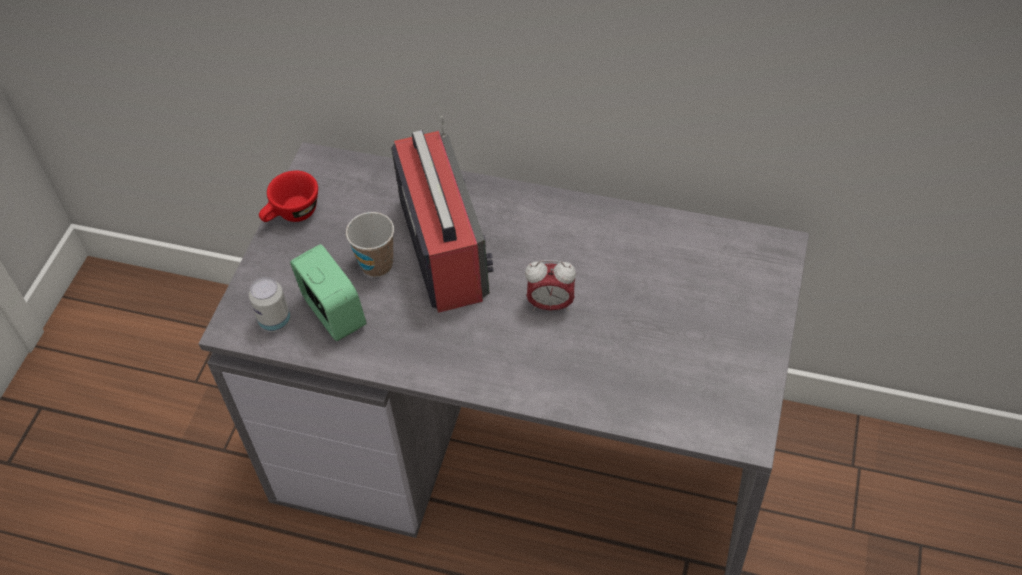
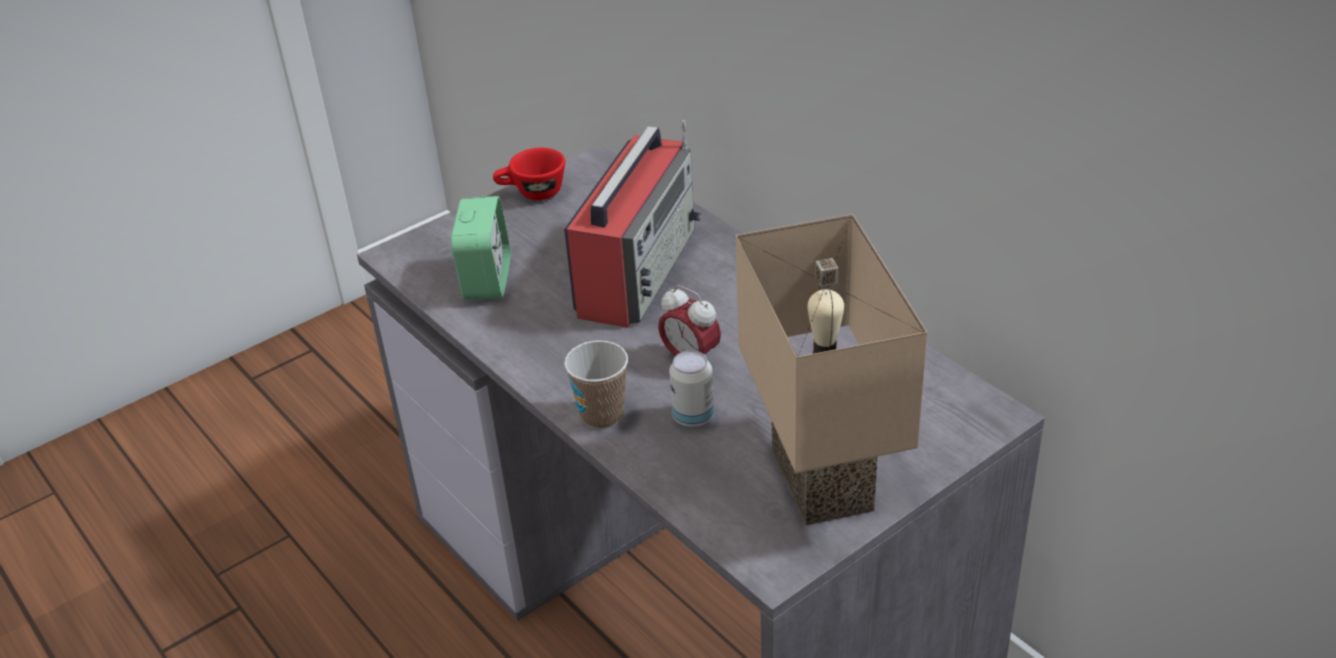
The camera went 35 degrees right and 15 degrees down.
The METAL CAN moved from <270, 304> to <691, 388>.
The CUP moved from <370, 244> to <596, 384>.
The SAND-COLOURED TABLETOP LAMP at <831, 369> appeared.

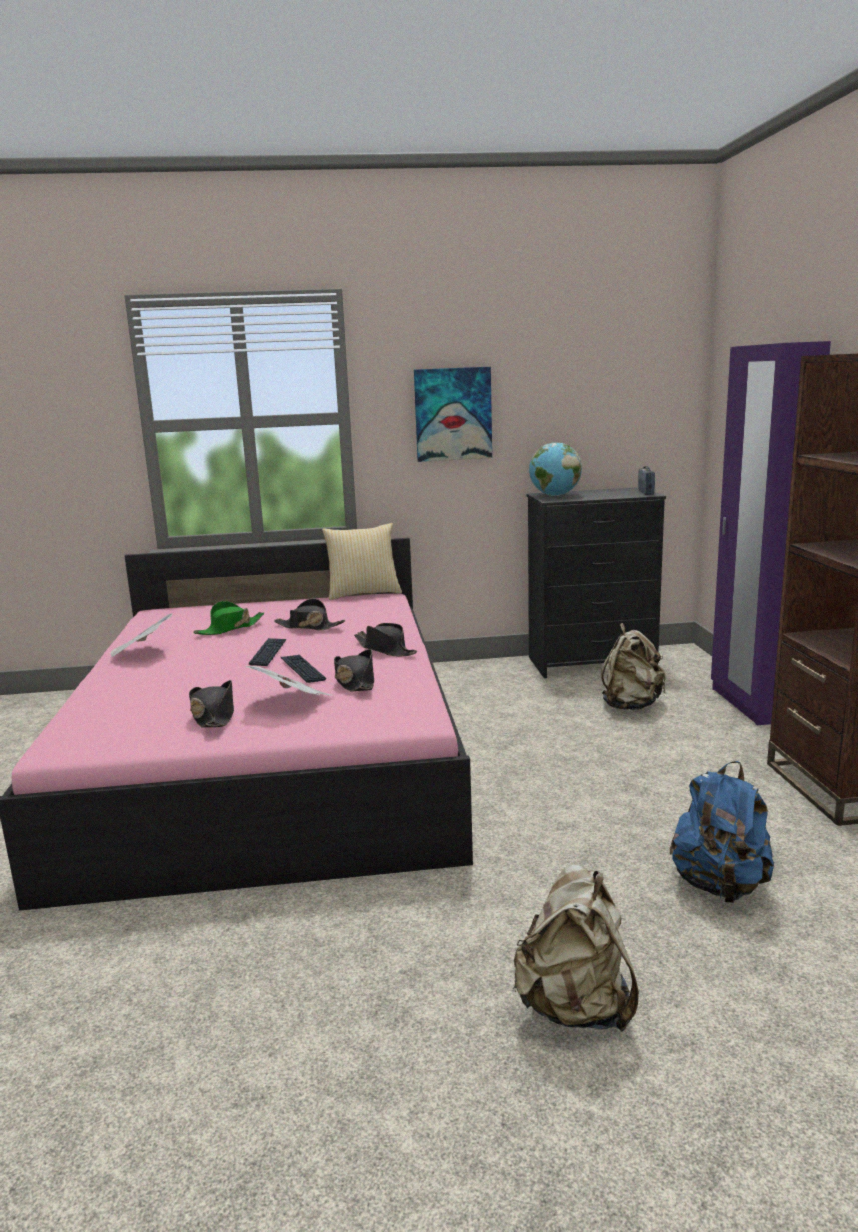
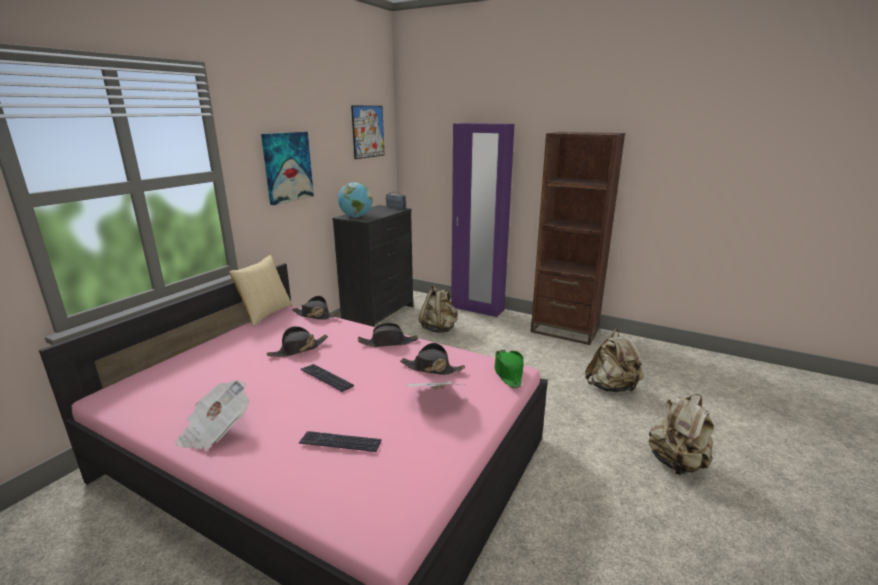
The camera went 55 degrees left and 5 degrees up.
The BLACK HAT moved from <211, 704> to <316, 308>.
The GREEN-COLOURED HAT moved from <229, 618> to <509, 369>.
The KEYBOARD moved from <303, 669> to <340, 441>.
The BLUE-COLOURED RUCKSACK at <722, 832> became the SAND-COLOURED RUCKSACK at <614, 360>.
The PICTURE at <368, 132> appeared.

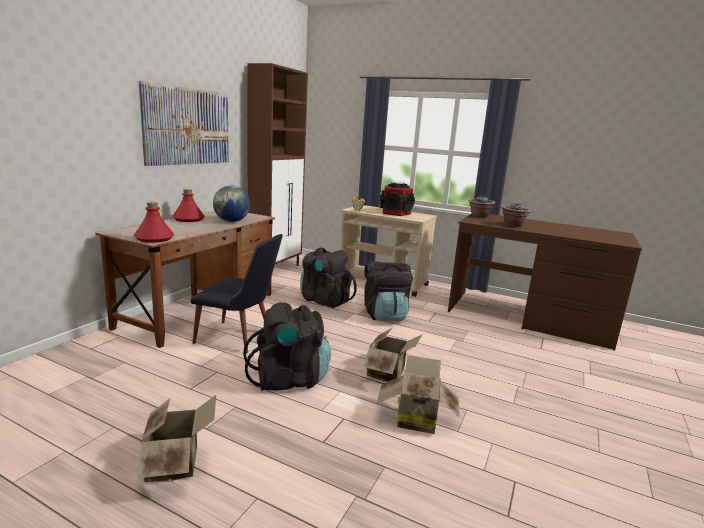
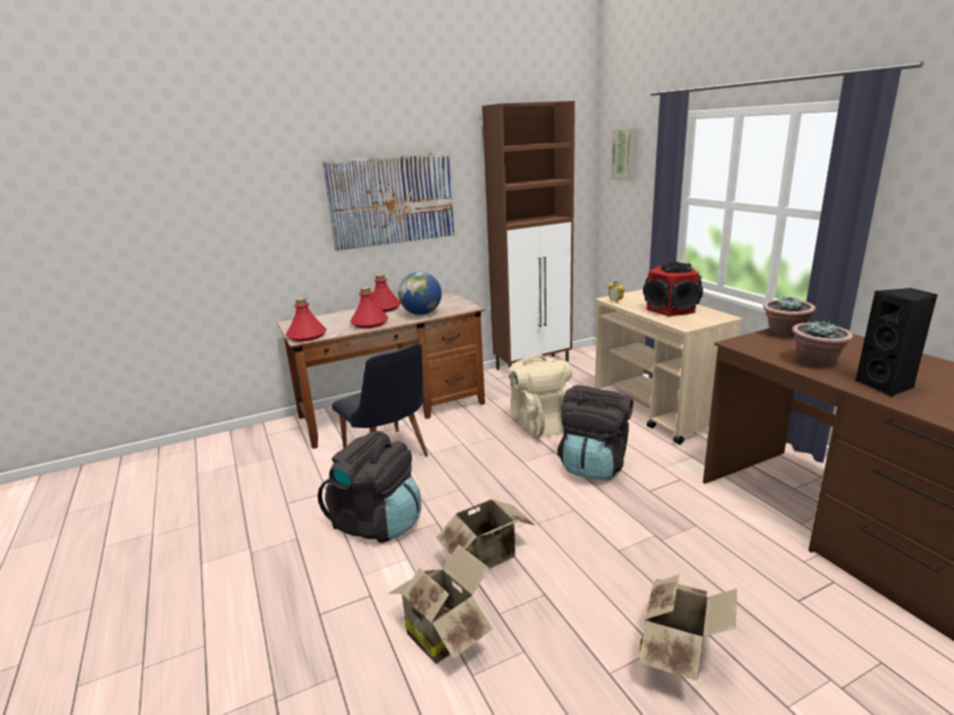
The camera went 40 degrees right and 5 degrees up.
The CARDBOARD BOX moved from <176, 438> to <688, 627>.
The BLACK RUCKSACK at <328, 278> became the SAND-COLOURED RUCKSACK at <540, 396>.
The RED-COLOURED DRINK BOTTLE at <369, 307> appeared.
The PICTURE at <624, 154> appeared.
The BLACK SPEAKER at <896, 342> appeared.

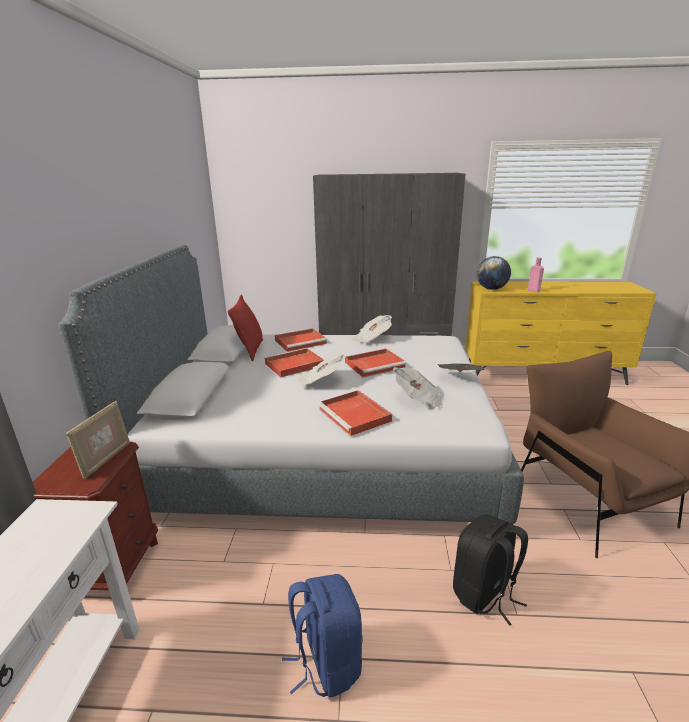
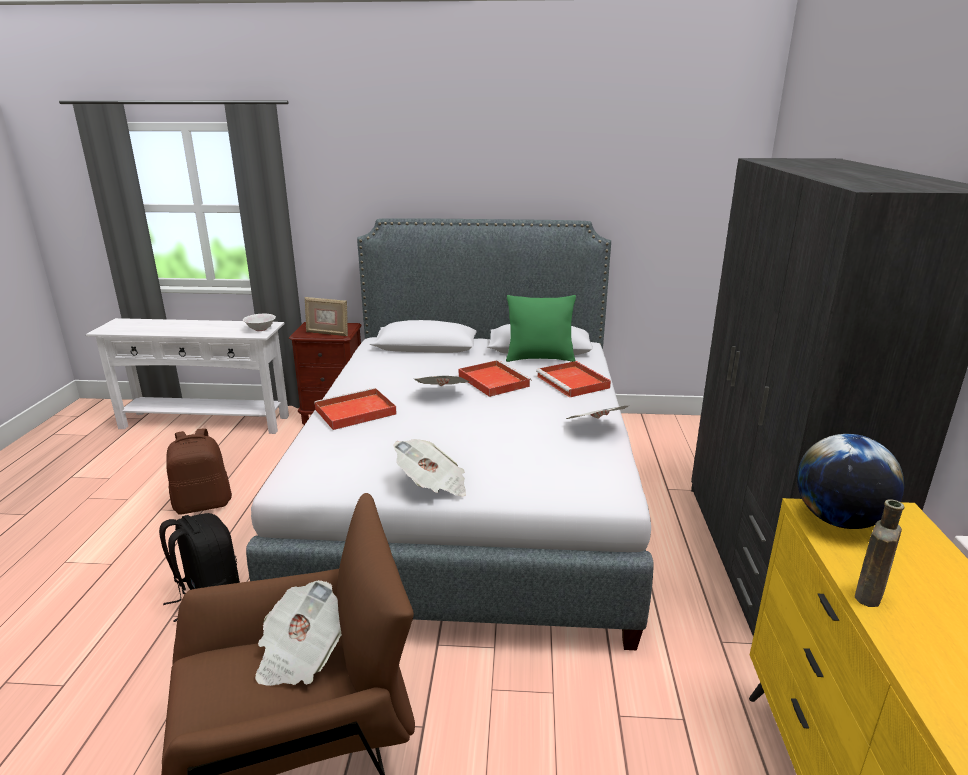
The camera went 90 degrees right and 0 degrees up.
The RED-COLOURED CUSHION at <245, 328> became the GREEN-COLOURED CUSHION at <541, 328>.
The BLUE-COLOURED RUCKSACK at <322, 635> became the BROWN RUCKSACK at <199, 471>.
The RED-COLOURED SERVING TRAY at <376, 363> disappeared.
The NEWSPAPER moved from <418, 387> to <298, 633>.
The PINK DRINK BOTTLE at <535, 274> became the BROWN DRINK BOTTLE at <879, 553>.
The WHITISH DEEP DISH at <259, 322> appeared.

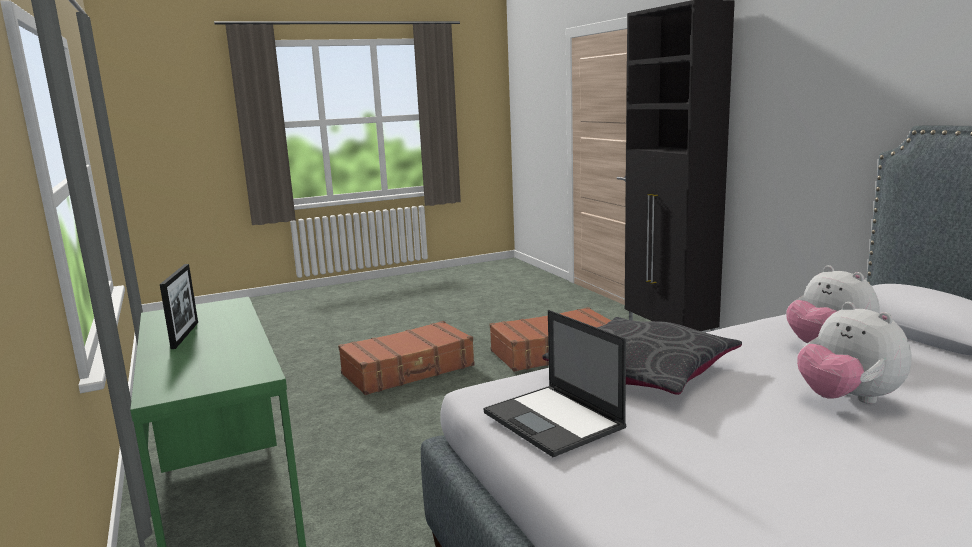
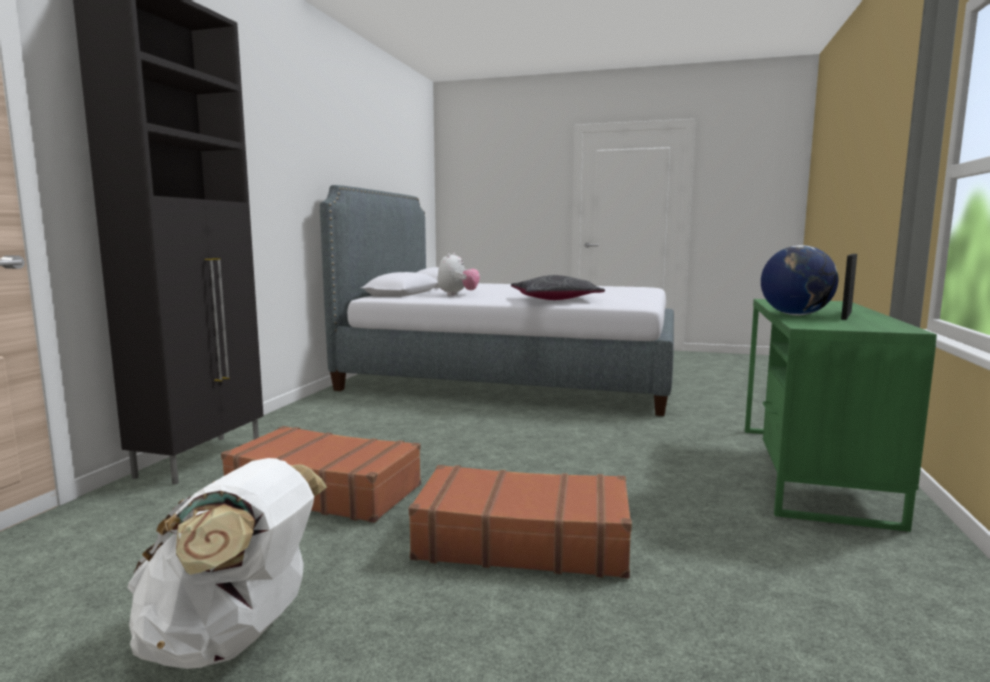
The camera went 140 degrees left and 5 degrees down.
The NOTEBOOK COMPUTER at <555, 383> disappeared.
The SOFT TOY at <854, 353> disappeared.
The WHITISH RUCKSACK at <227, 563> appeared.
The DESK GLOBE at <800, 280> appeared.

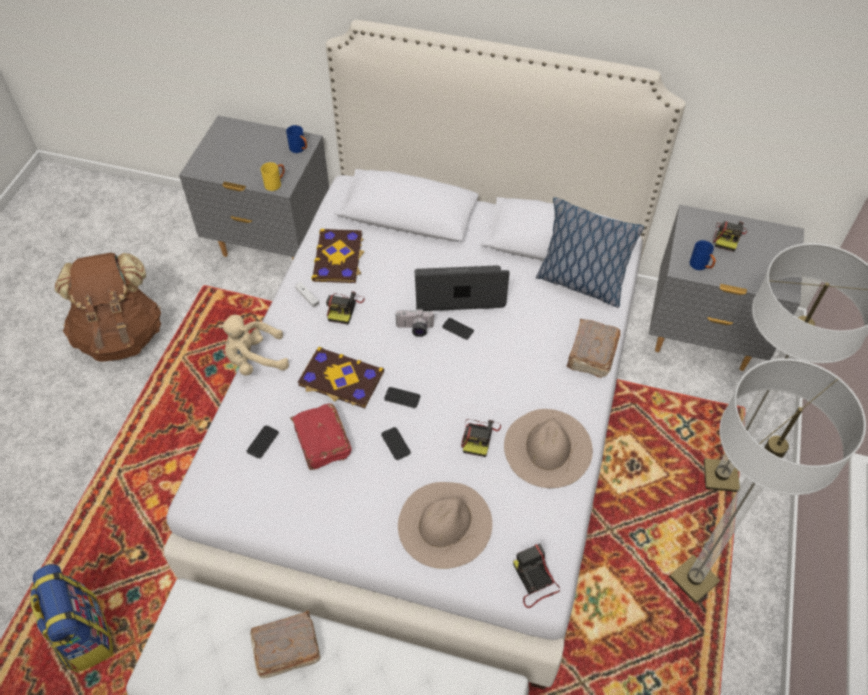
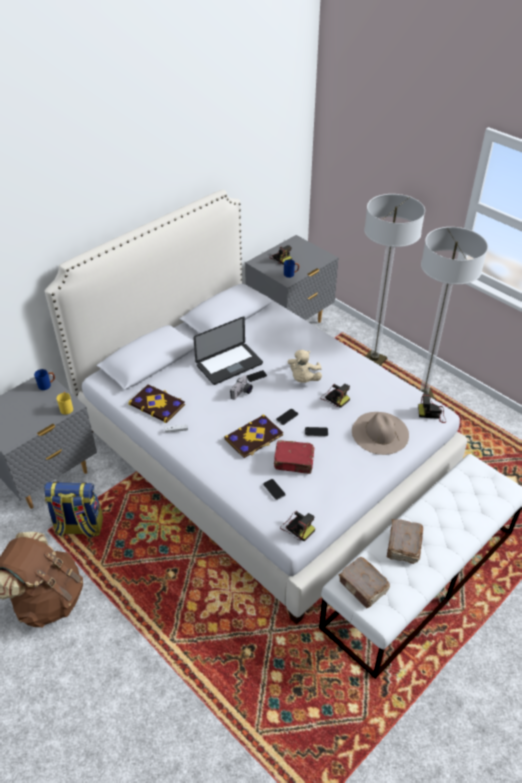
The camera went 60 degrees left and 10 degrees down.
The RUCKSACK moved from <71, 618> to <73, 510>.
The SAND-COLOURED SOFT TOY moved from <253, 345> to <305, 366>.
The PHOTO CAMERA moved from <345, 307> to <298, 526>.
The NOTEBOOK COMPUTER at <462, 288> turned 150 degrees counterclockwise.
The SAND-COLOURED HAT at <548, 448> disappeared.
The CUSHION at <590, 252> disappeared.
The BROWN BOUND BOOK moved from <593, 348> to <364, 582>.

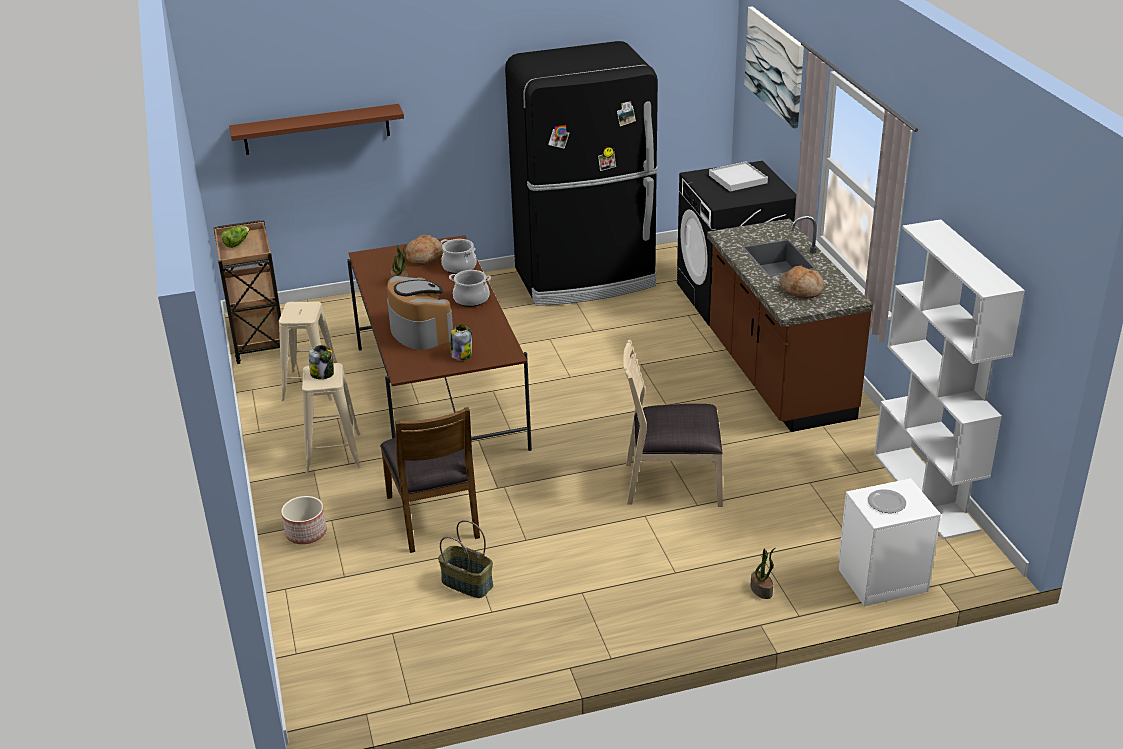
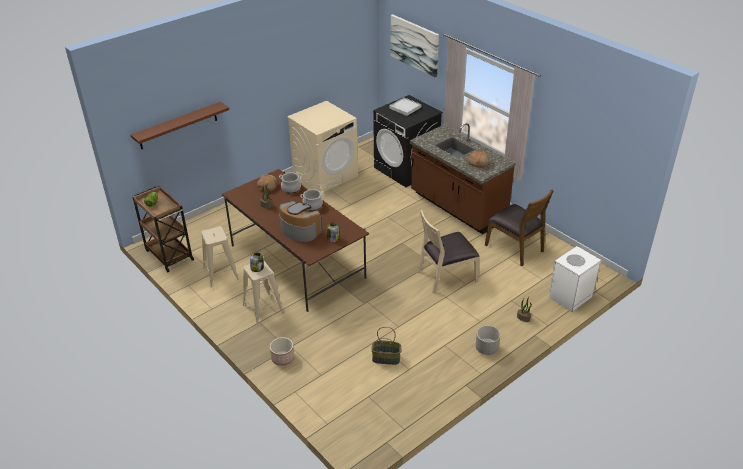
The camera went 25 degrees left and 5 degrees up.
The BROWN UPRIGHT CHAIR moved from <430, 480> to <519, 228>.
The BLACK KITCHEN FRIDGE at <581, 173> was replaced by the SAND-COLOURED LAUNDRY MACHINE at <322, 147>.
The WHITISH BOOKCASE at <949, 379> disappeared.
The GRAY FLOWER POT at <487, 340> appeared.

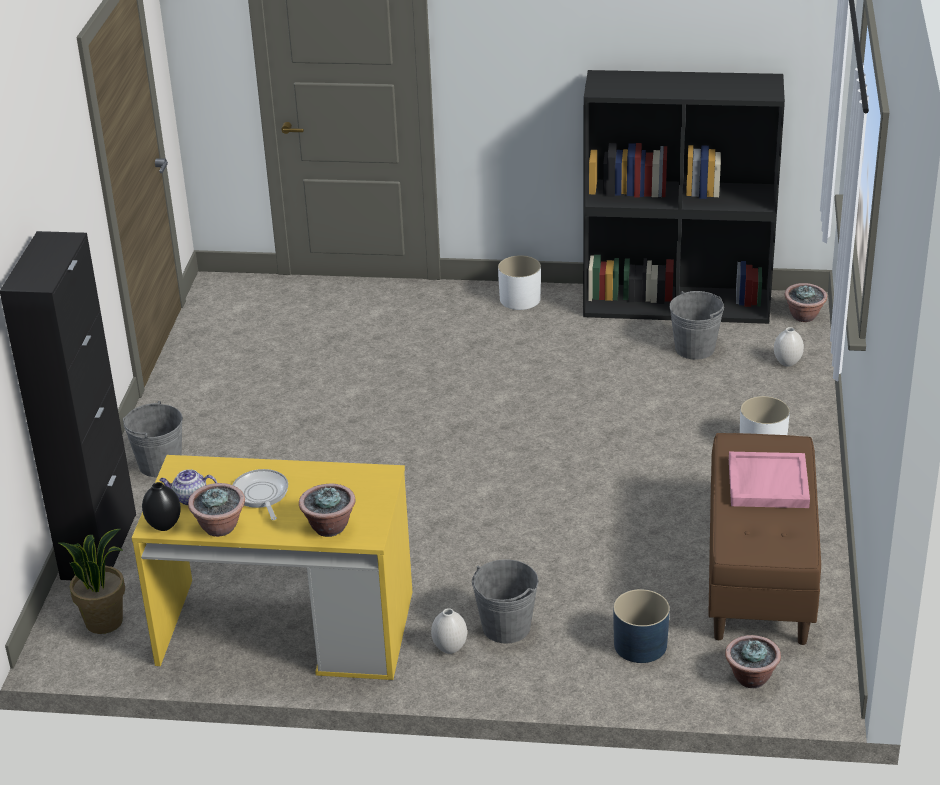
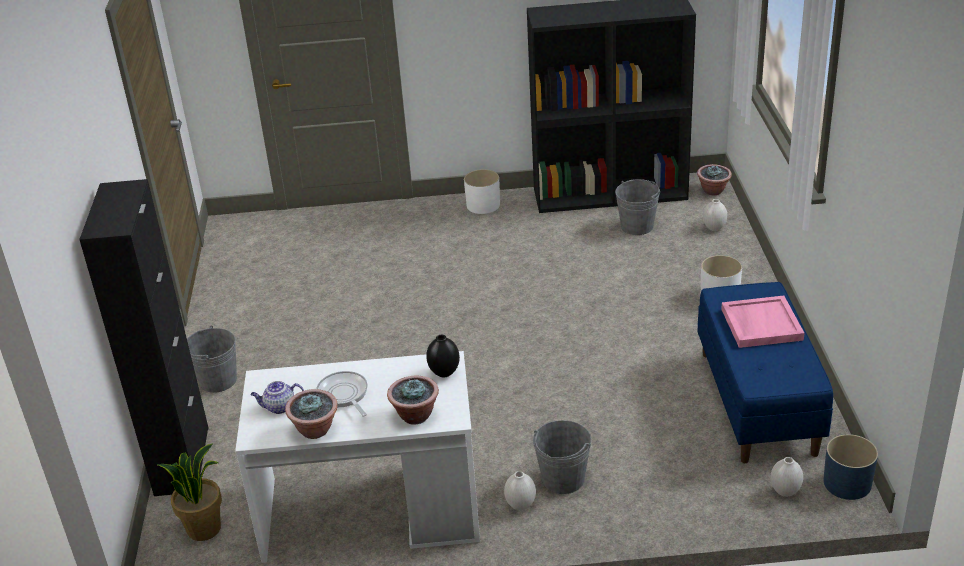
The camera went 10 degrees left and 0 degrees up.
The YELLOWISH DESK UNIT at <272, 567> became the WHITISH DESK UNIT at <357, 457>.
The BLACK VASE moved from <161, 506> to <443, 356>.
The BLUE-COLOURED FLOWER POT moved from <641, 626> to <850, 467>.
The BROWN BENCH at <764, 539> became the BLUE-COLOURED BENCH at <765, 372>.
The HOUSEPLANT at <753, 661> was replaced by the WHITISH VASE at <786, 477>.

